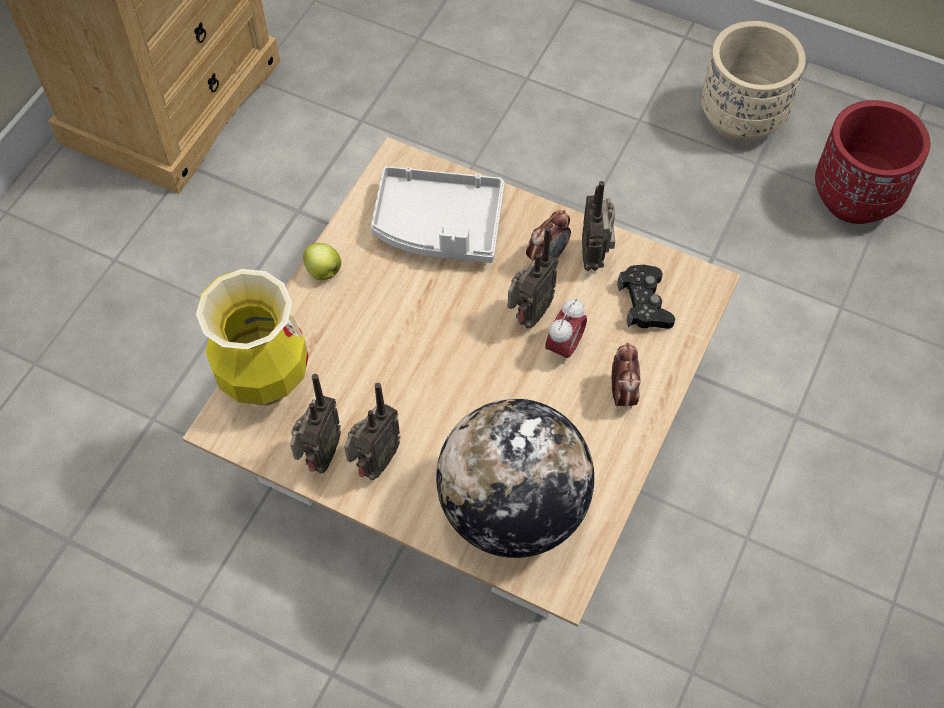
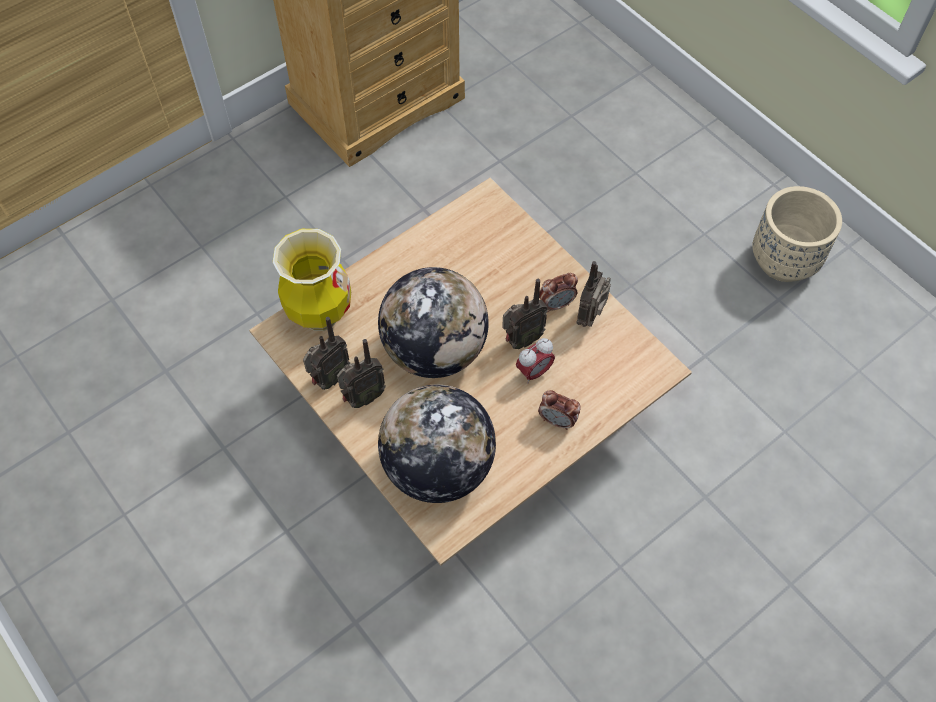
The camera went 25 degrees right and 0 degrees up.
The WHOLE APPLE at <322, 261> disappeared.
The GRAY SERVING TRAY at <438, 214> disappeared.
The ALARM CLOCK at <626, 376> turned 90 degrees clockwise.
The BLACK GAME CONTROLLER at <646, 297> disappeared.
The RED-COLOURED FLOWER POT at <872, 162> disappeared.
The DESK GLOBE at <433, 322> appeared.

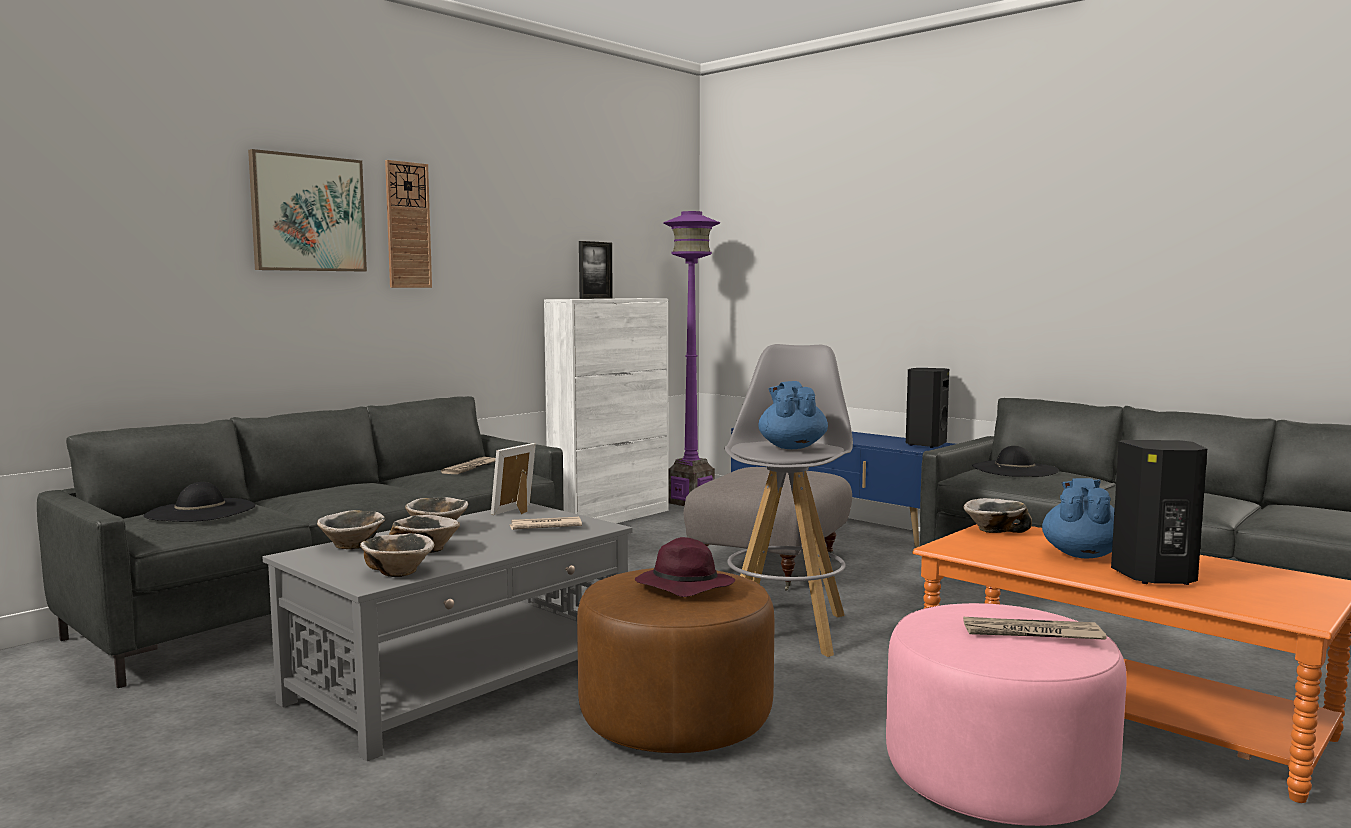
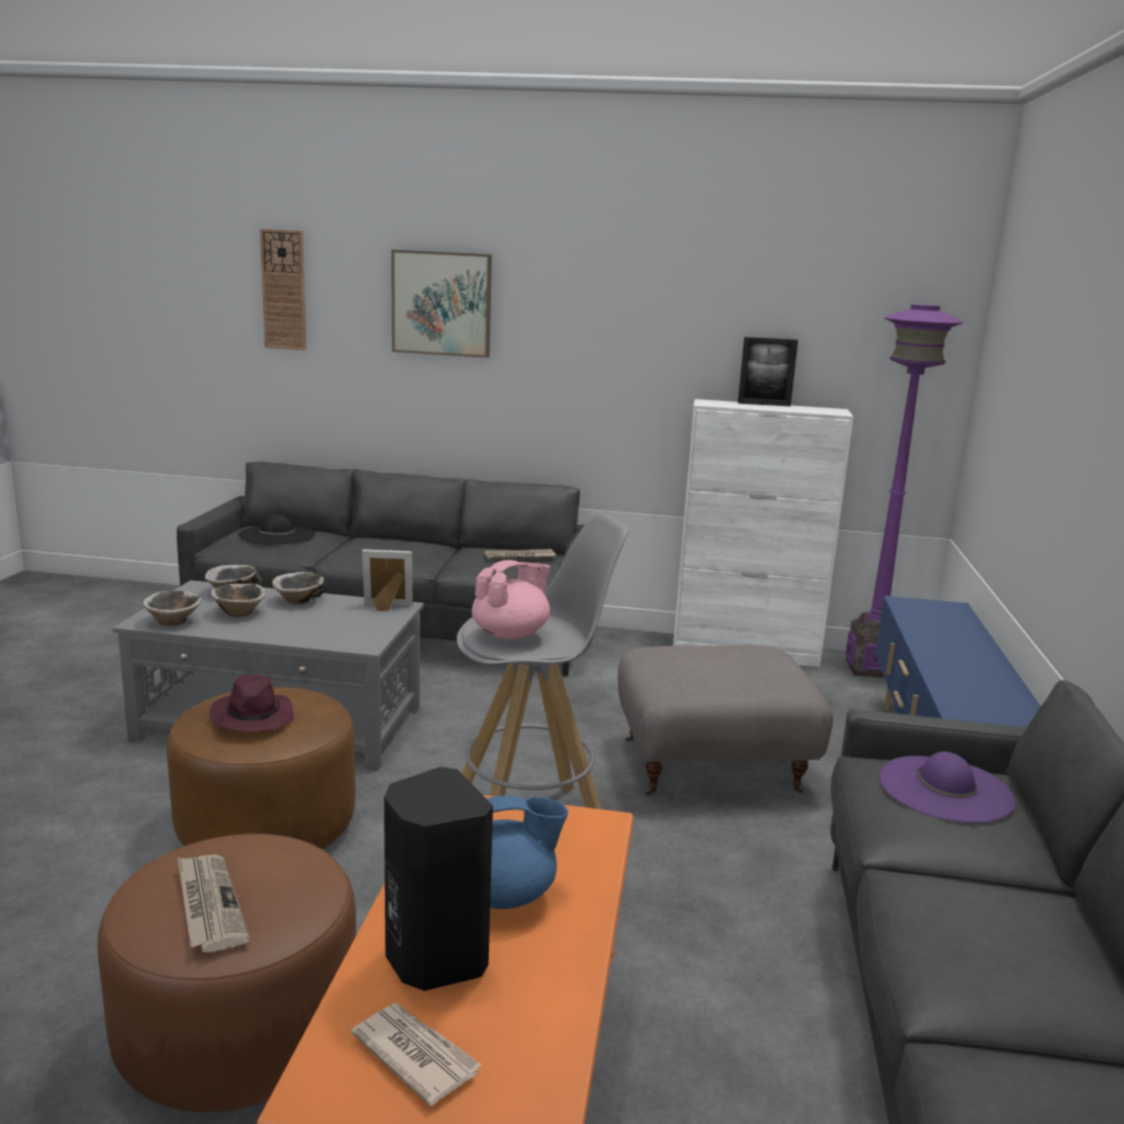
The camera went 55 degrees right and 10 degrees up.
The CLOCK ON THE WALL moved from <408, 224> to <283, 289>.
The NEWSPAPER moved from <545, 523> to <416, 1054>.
The BLUE-COLOURED POT FOR TEA at <793, 415> became the PINK POT FOR TEA at <511, 599>.
The PINK OTTOMAN at <1006, 714> became the BROWN OTTOMAN at <227, 973>.
The BLACK SPEAKER at <927, 408> disappeared.
The DEEP DISH at <997, 515> disappeared.
The BLACK HAT at <1015, 461> became the PURPLE HAT at <947, 787>.

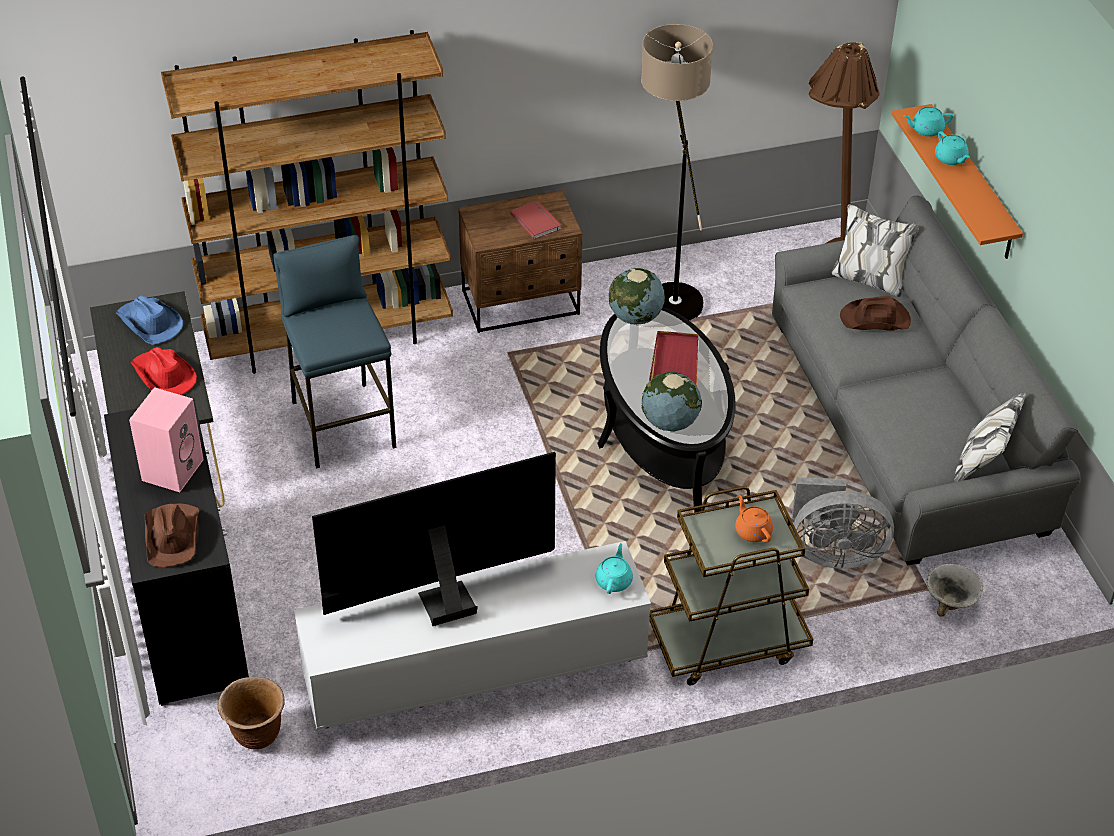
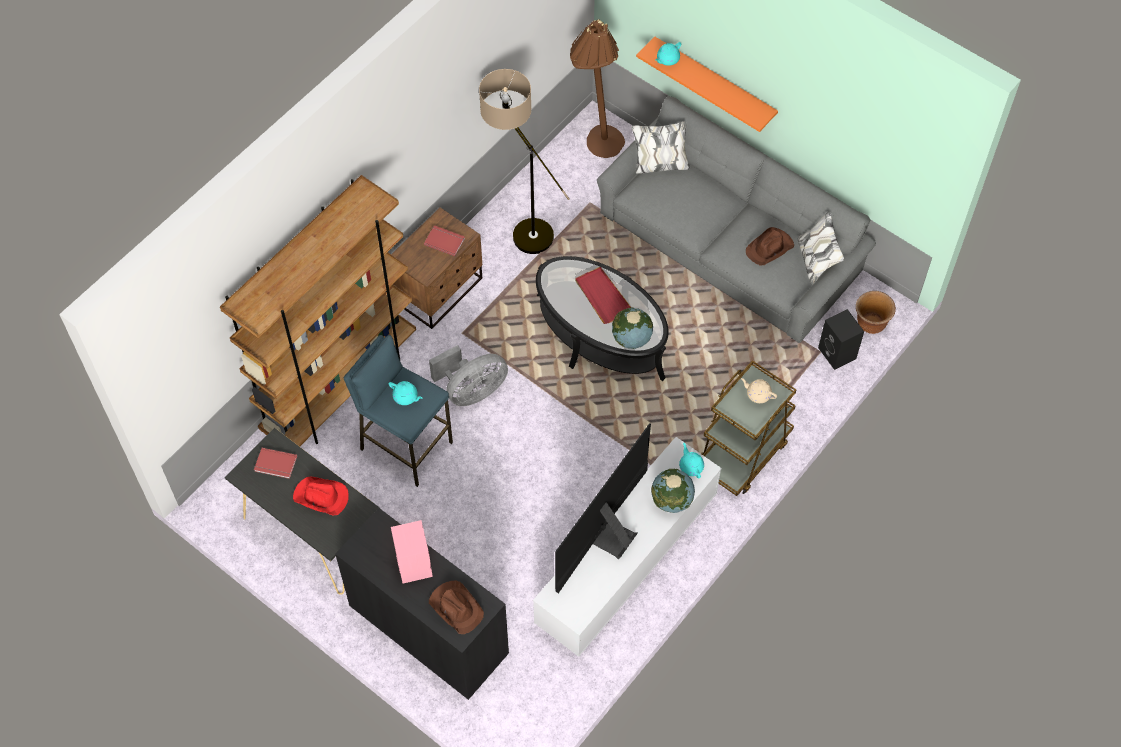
The camera went 35 degrees left and 15 degrees up.
The BLUE-COLOURED HAT at <149, 320> was replaced by the RED-COLOURED BOUND BOOK at <275, 463>.
The BROWN FLOWER POT moved from <251, 713> to <876, 312>.
The DESK GLOBE moved from <637, 296> to <673, 490>.
The ORANGEY POT FOR TEA at <754, 519> became the SAND-COLOURED POT FOR TEA at <759, 390>.
The GRAY FAN moved from <843, 522> to <468, 375>.
The BROWN HAT moved from <875, 313> to <770, 246>.
The DEEP DISH at <954, 590> was replaced by the BLACK SPEAKER at <841, 339>.
The TURQUOISE-COLOURED POT FOR TEA moved from <952, 148> to <405, 393>.

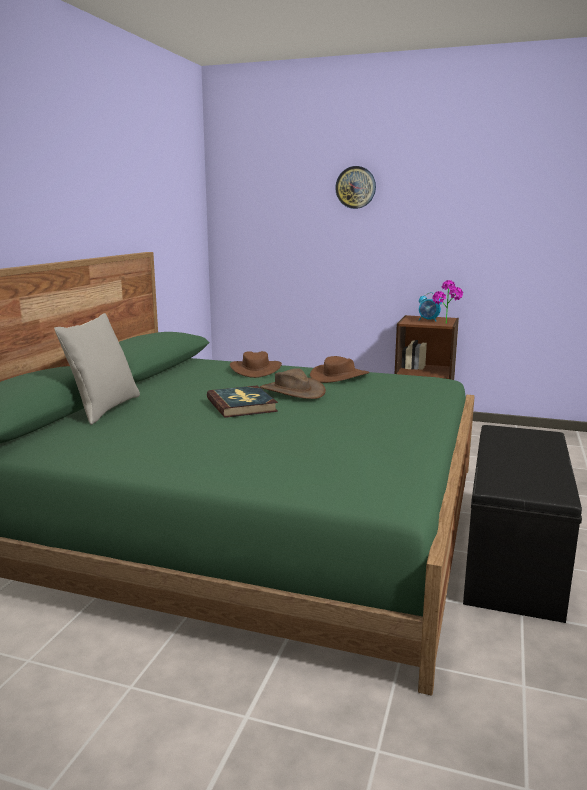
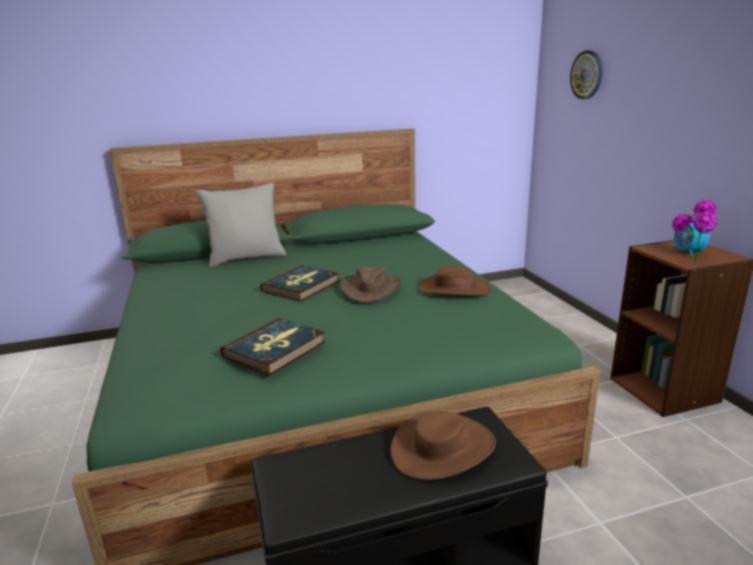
The camera went 55 degrees right and 5 degrees up.
The BROWN HAT moved from <256, 364> to <443, 445>.
The CLOCK ON THE WALL moved from <355, 187> to <586, 74>.
The BOUND BOOK at <273, 347> appeared.

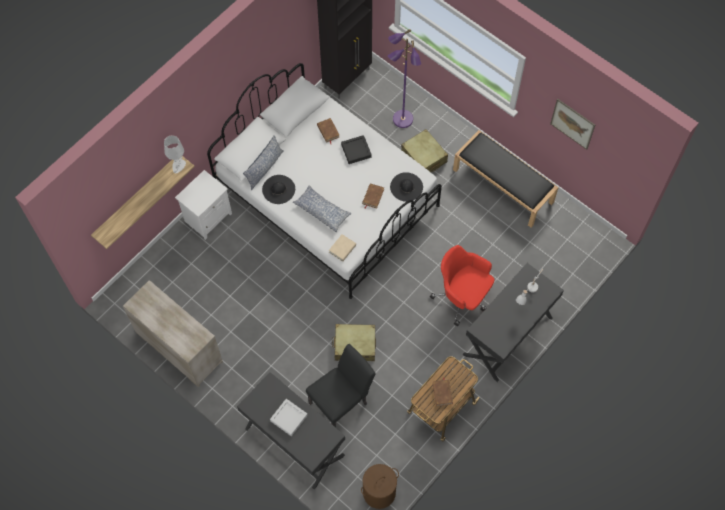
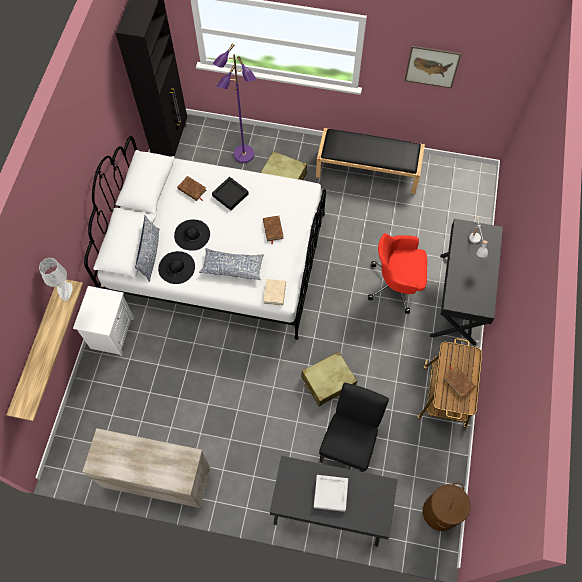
The camera went 30 degrees left and 0 degrees up.
The BLACK HAT moved from <406, 187> to <192, 235>.

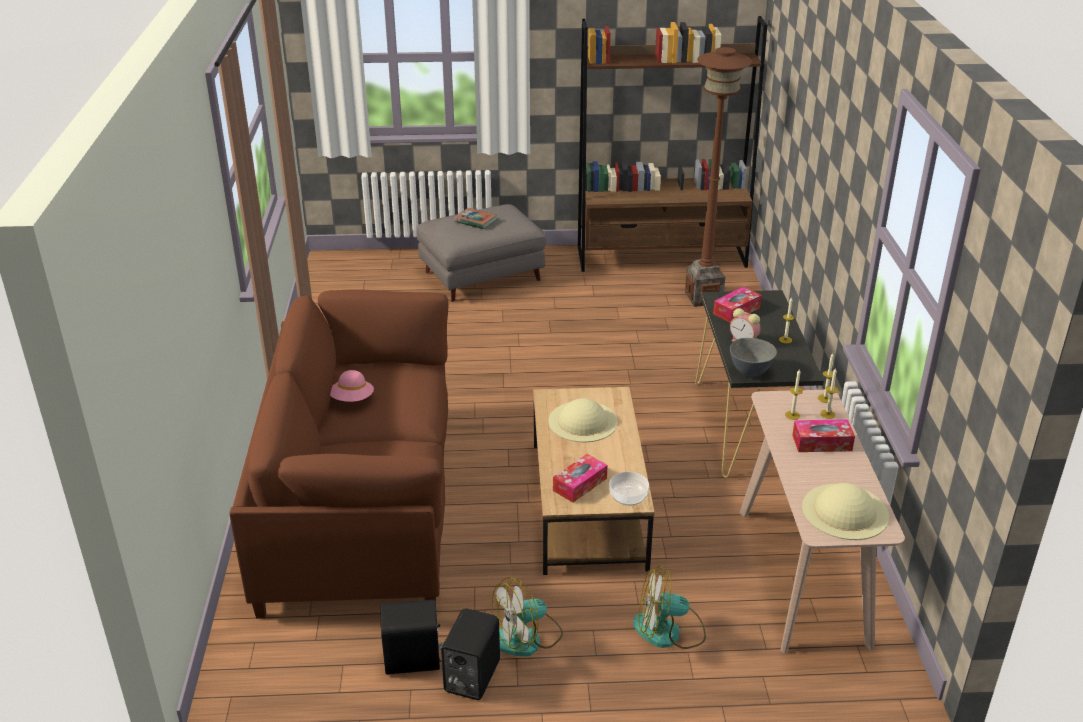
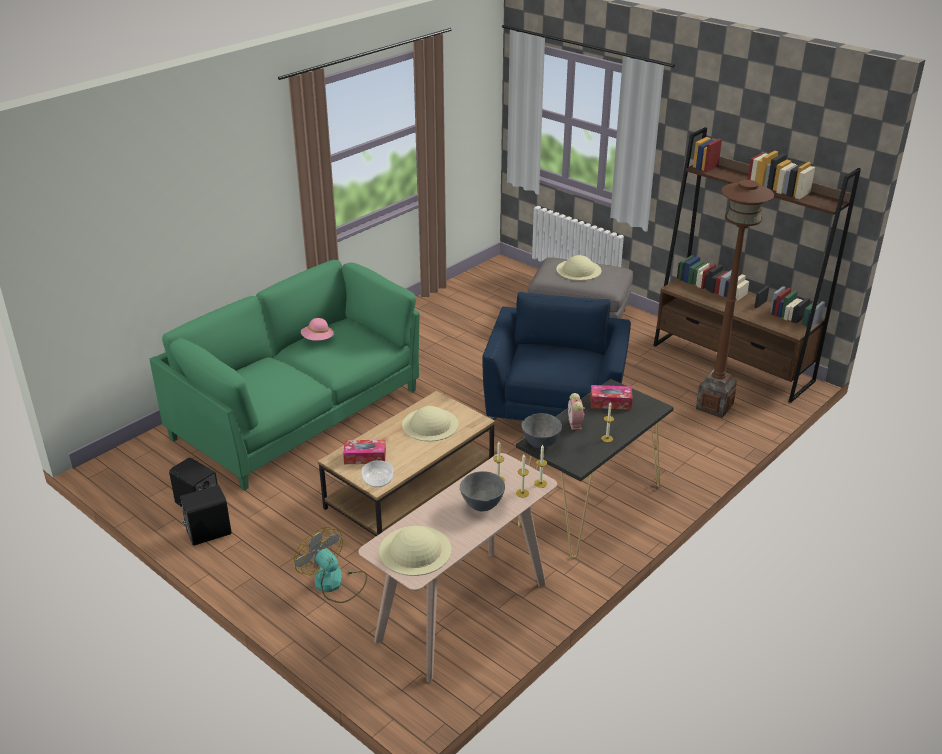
The camera went 45 degrees right and 0 degrees up.
The BROWN COUCH at <339, 454> became the GREEN-COLOURED COUCH at <285, 375>.
The BOUND BOOK at <475, 218> was replaced by the SAND-COLOURED HAT at <578, 268>.
The FAN at <527, 617> disappeared.
The BOX OF TISSUES at <823, 435> was replaced by the GRAY DEEP DISH at <482, 491>.
The BLUE-COLOURED ARMCHAIR at <556, 362> appeared.

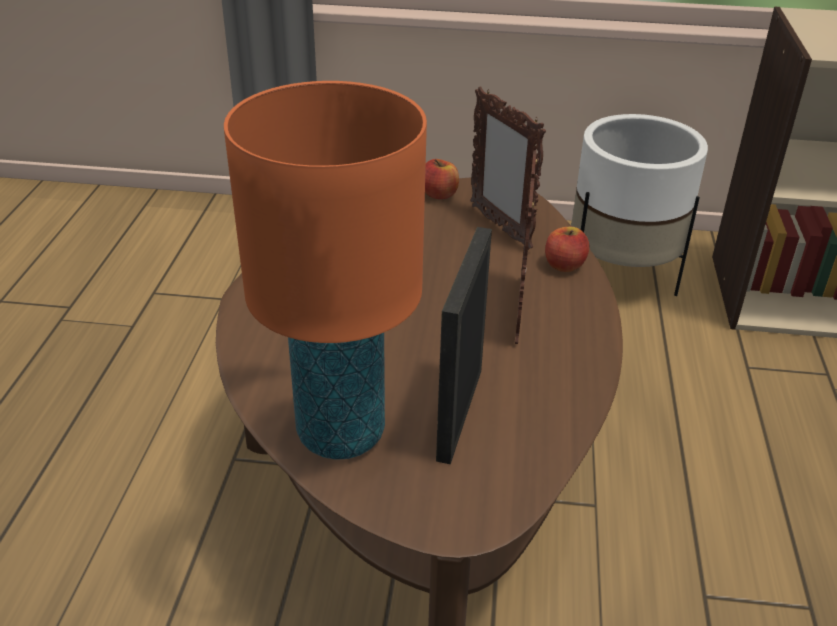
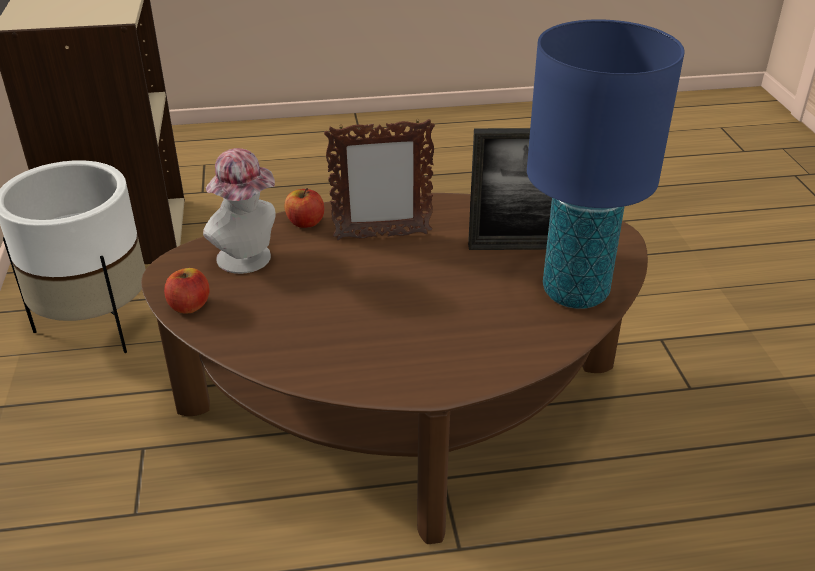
The camera went 105 degrees left and 0 degrees up.
The ORANGEY TABLETOP LAMP at <325, 270> became the BLUE-COLOURED TABLETOP LAMP at <606, 164>.
The PHOTO FRAME at <508, 168> was replaced by the HAT at <239, 211>.

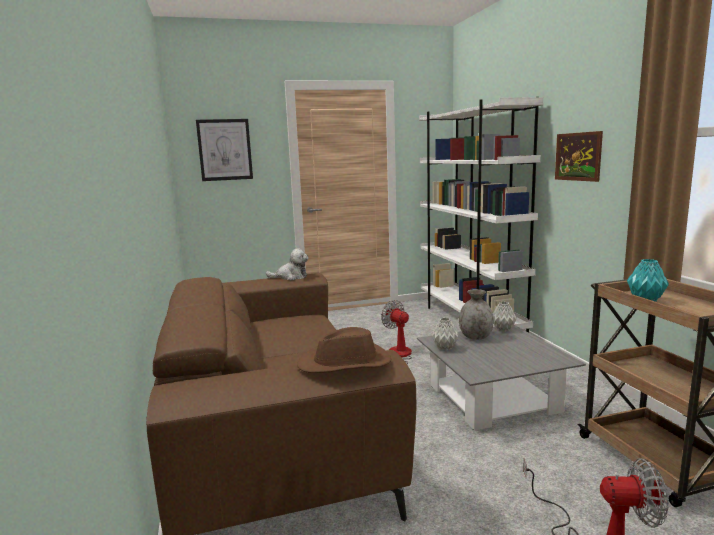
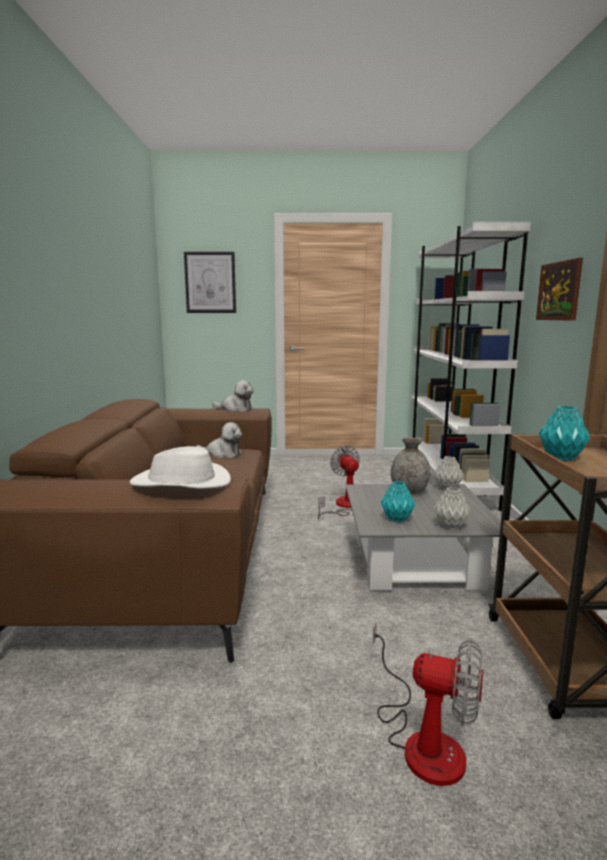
The camera went 15 degrees right and 0 degrees up.
The BROWN HAT at <344, 350> became the WHITISH HAT at <180, 467>.
The GRAY VASE moved from <445, 334> to <452, 508>.
The SOFT TOY at <219, 440> appeared.
The TURQUOISE-COLOURED VASE at <398, 501> appeared.

